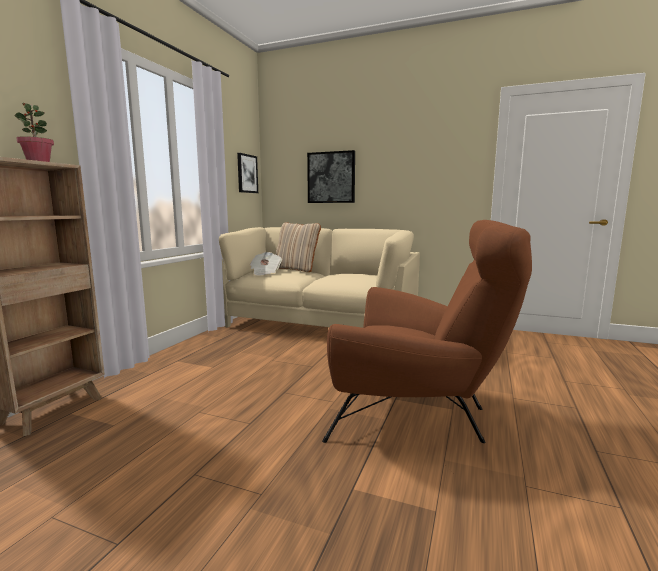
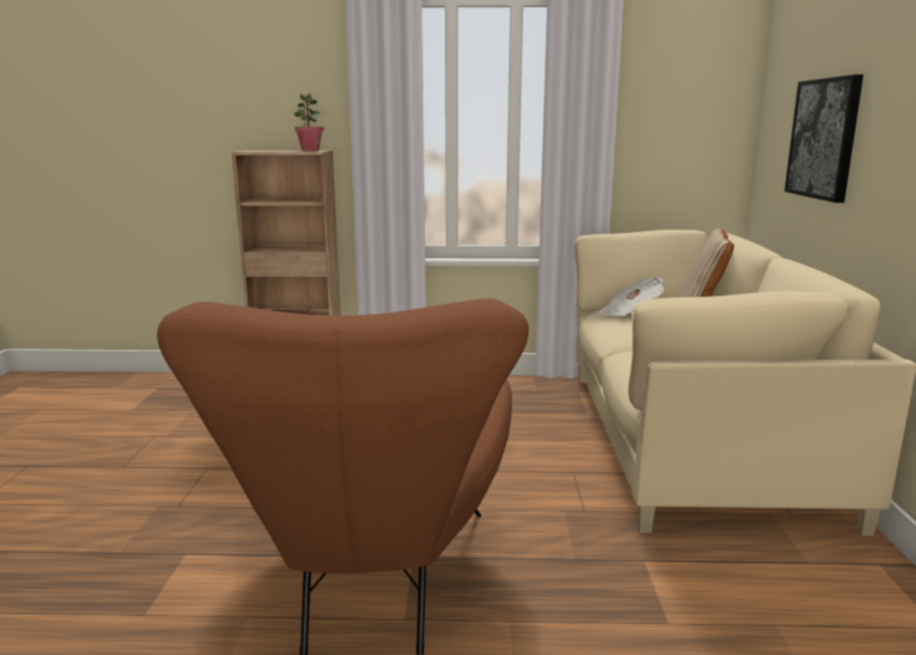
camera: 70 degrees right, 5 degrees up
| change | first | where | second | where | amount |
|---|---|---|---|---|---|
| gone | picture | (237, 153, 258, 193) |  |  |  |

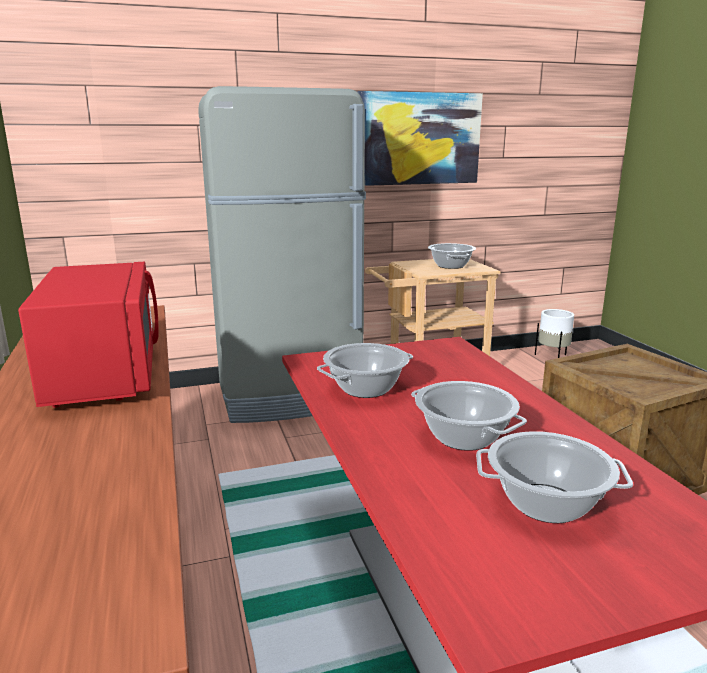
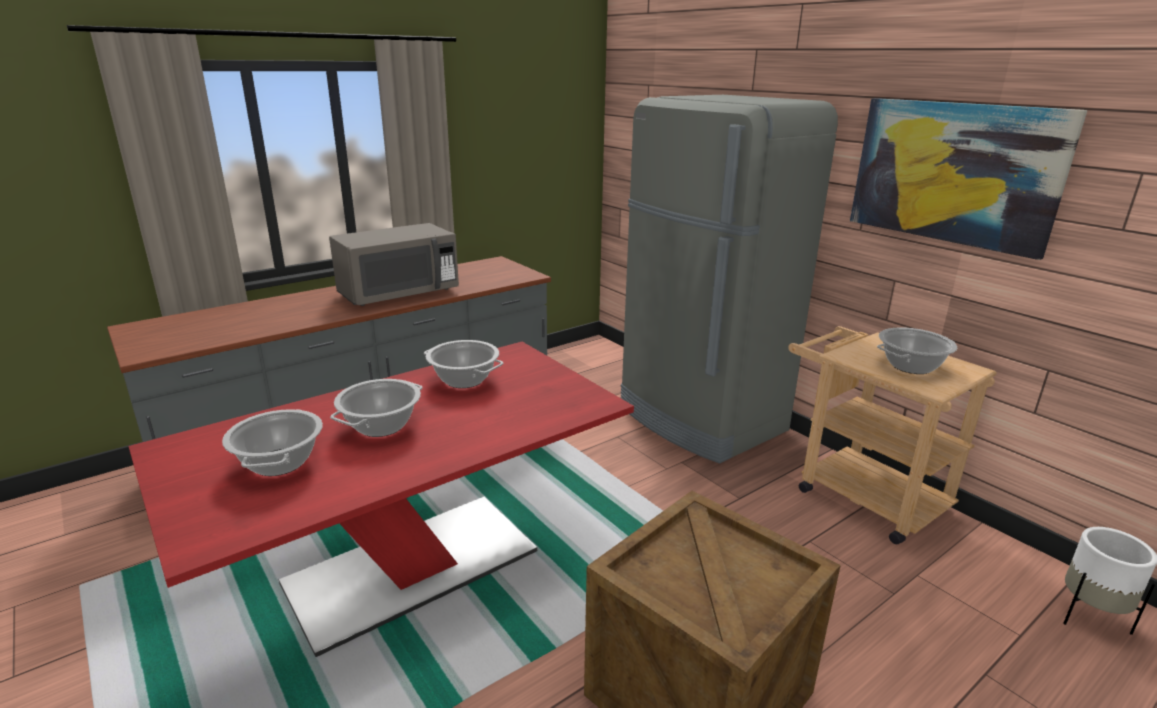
camera: 70 degrees right, 5 degrees up
| change | first | where | second | where | amount |
|---|---|---|---|---|---|
| repainted | red microwave | (18, 262, 159, 408) | grey microwave | (329, 223, 459, 306) |  |

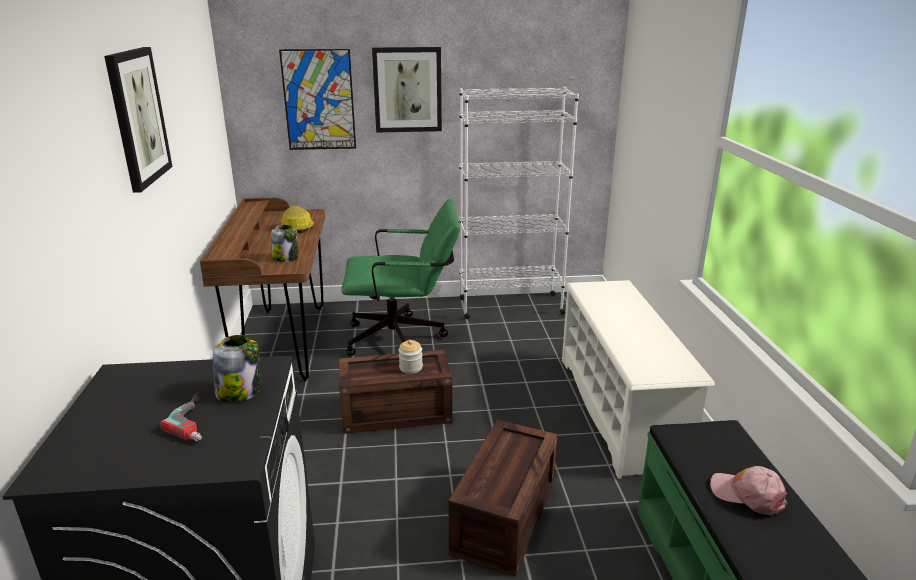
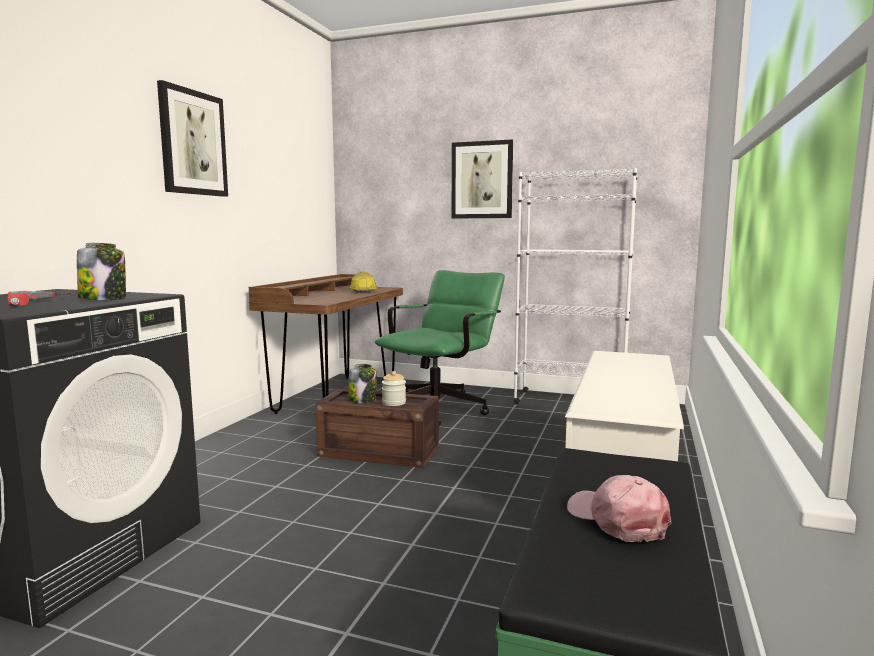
camera: 25 degrees right, 15 degrees down
| change | first | where | second | where | amount |
|---|---|---|---|---|---|
| shifted | jar | (271, 225, 298, 262) |  | (348, 364, 377, 403) |  |
| rotated | green office chair | (341, 199, 460, 357) |  | (375, 270, 505, 426) | 75 degrees counterclockwise |
| gone | picture | (279, 49, 356, 150) |  |  |  |
| gone | crate | (448, 420, 557, 576) |  |  |  |

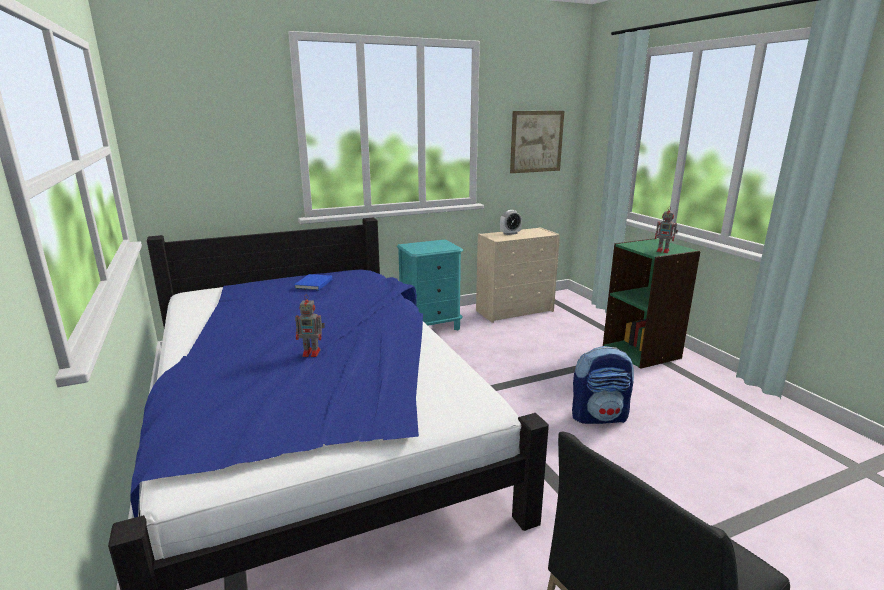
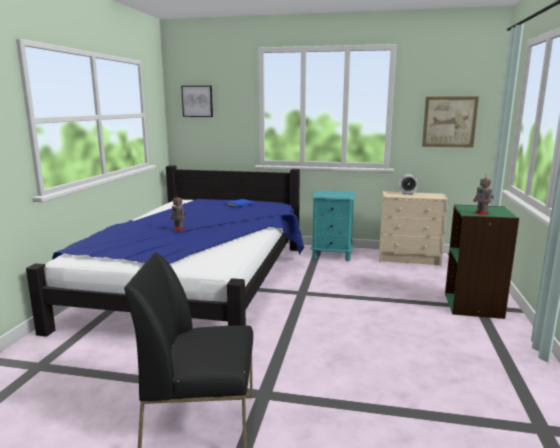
camera: 35 degrees right, 5 degrees down
| change | first | where | second | where | amount |
|---|---|---|---|---|---|
| new |  |  | picture | (181, 86, 213, 117) |  |
| gone | backpack | (572, 346, 634, 424) |  |  |  |

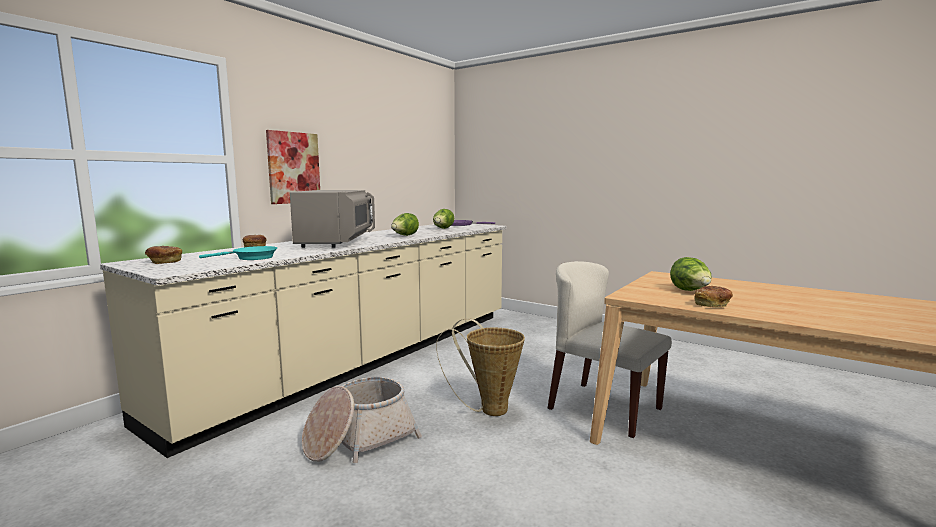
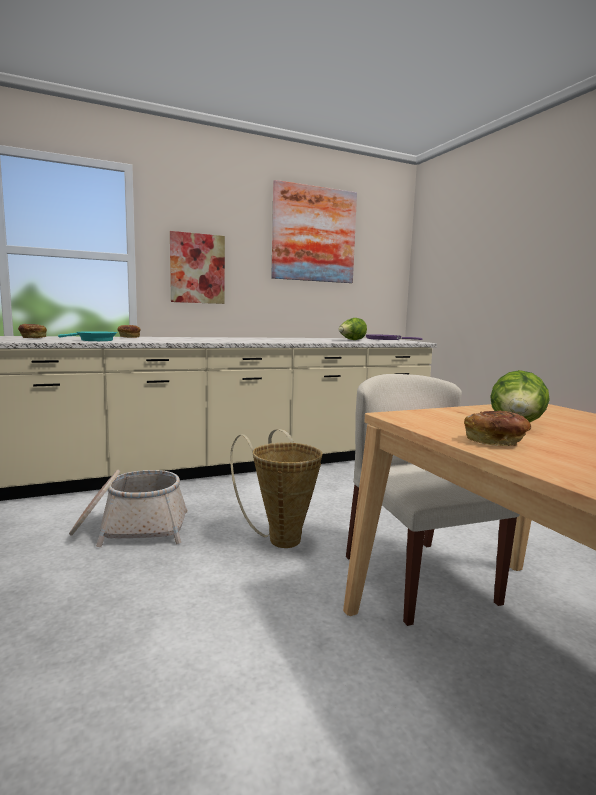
camera: 30 degrees right, 0 degrees up
| change | first | where | second | where | amount |
|---|---|---|---|---|---|
| new |  |  | picture | (271, 180, 357, 283) |  |
| gone | grey microwave | (290, 190, 375, 248) |  |  |  |
| gone | lettuce | (391, 213, 419, 236) |  |  |  |

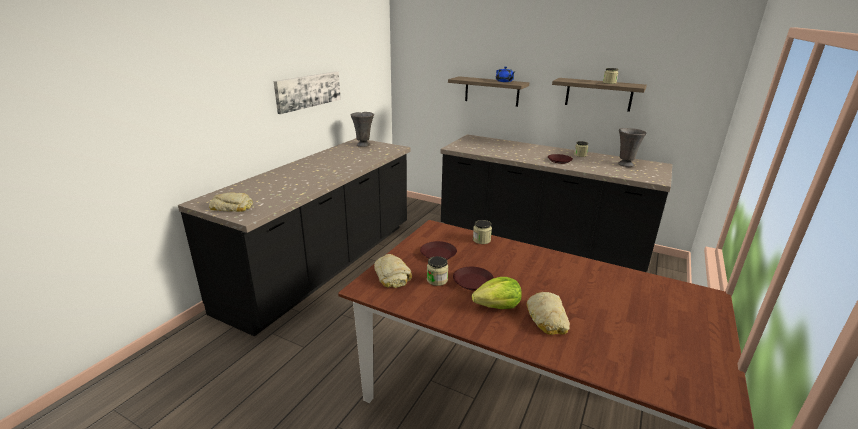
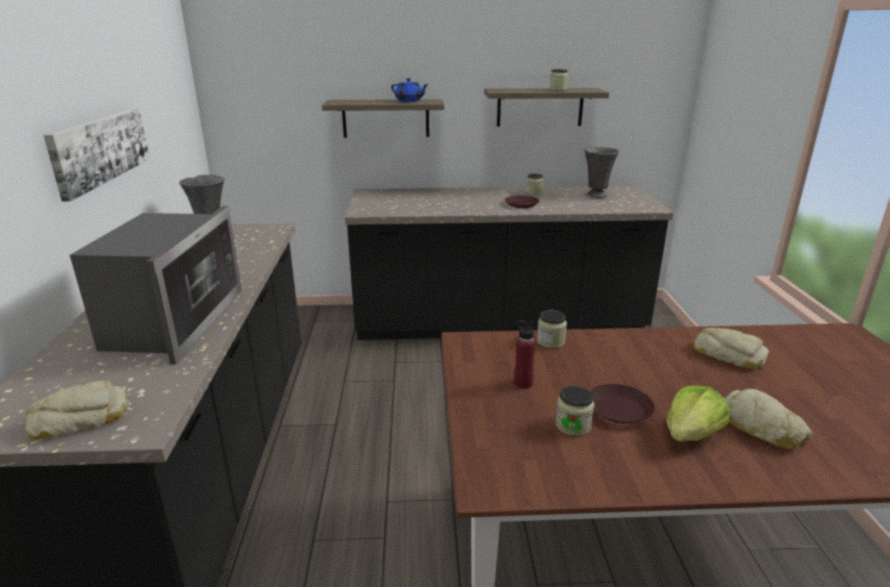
camera: 30 degrees left, 0 degrees up
| change | first | where | second | where | amount |
|---|---|---|---|---|---|
| new |  |  | microwave | (70, 206, 242, 365) |  |
| swapped | brown plate | (420, 241, 457, 260) | red bottle | (514, 320, 536, 389) |  |
| shifted | bread | (374, 254, 412, 288) |  | (694, 328, 769, 369) |  |

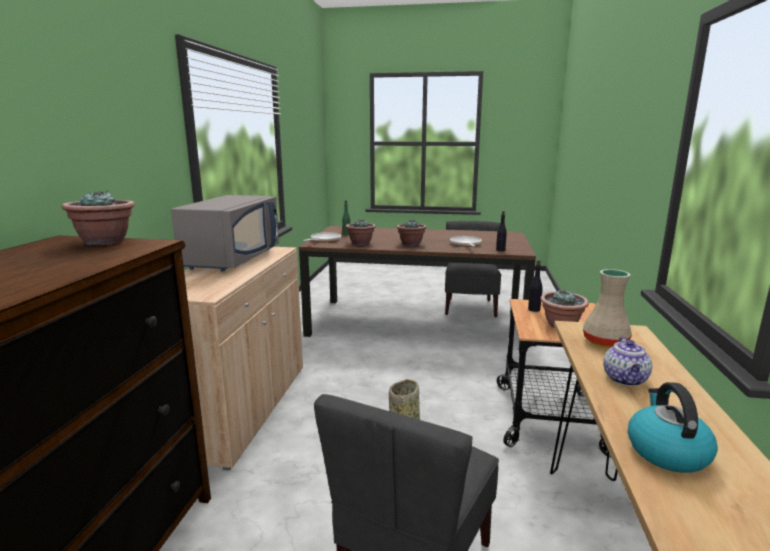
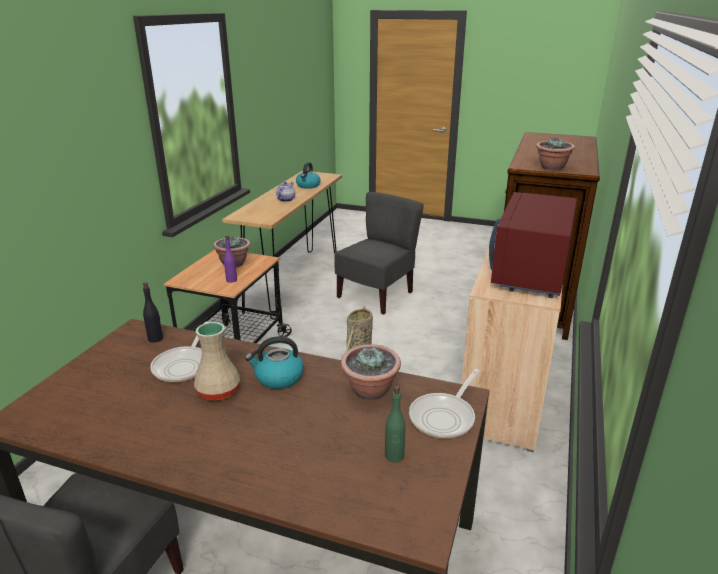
camera: 170 degrees left, 10 degrees up
| change | first | where | second | where | amount |
|---|---|---|---|---|---|
| shifted | beige vase | (583, 269, 632, 348) |  | (194, 322, 240, 401) |  |
| repainted | black bottle | (528, 260, 543, 312) | purple bottle | (224, 236, 237, 283) |  |
| swapped | potted plant | (396, 220, 427, 246) | kettle | (245, 336, 304, 389) |  |
| repainted | grey microwave | (171, 195, 279, 271) | red microwave | (489, 192, 577, 298) |  |

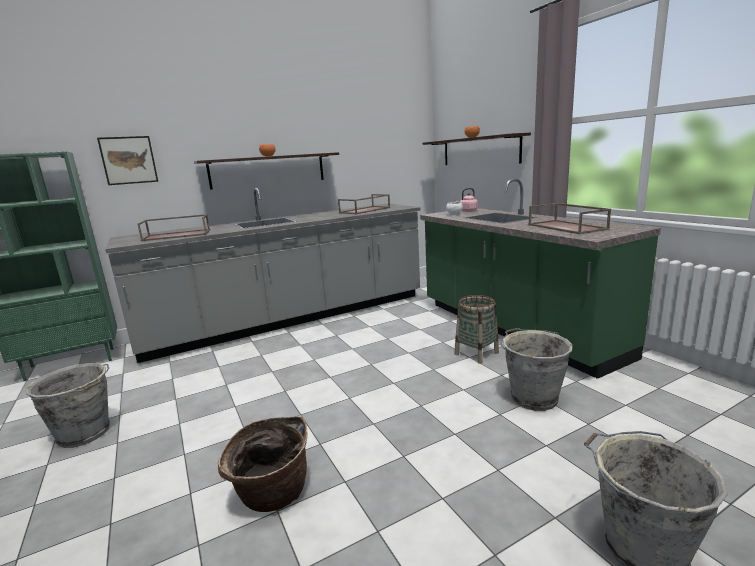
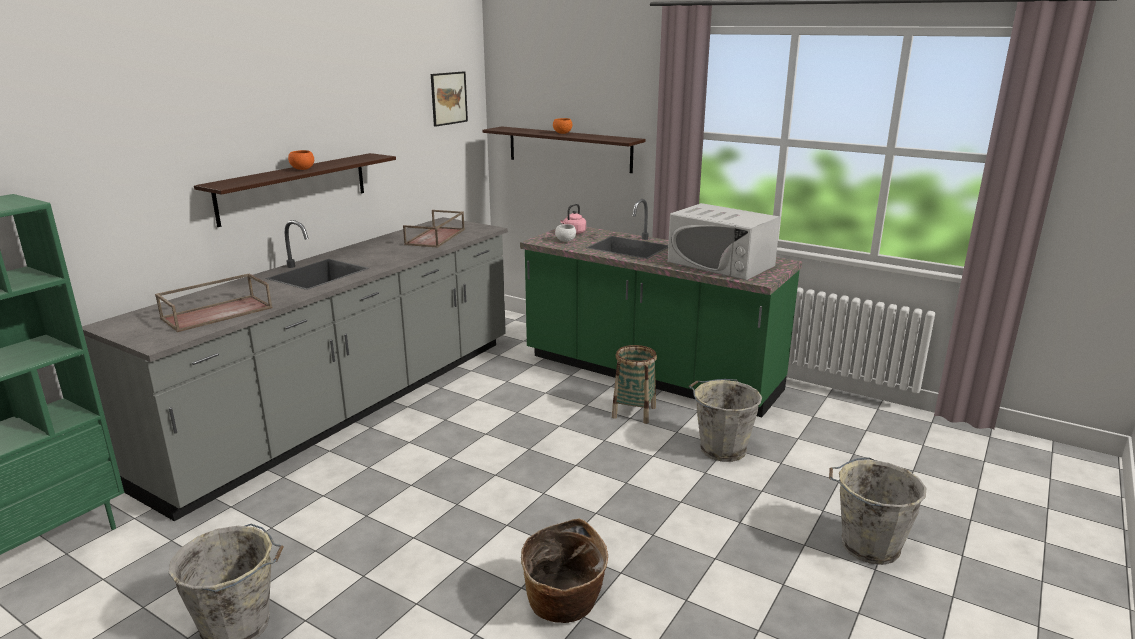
camera: 30 degrees left, 5 degrees up
| change | first | where | second | where | amount |
|---|---|---|---|---|---|
| shifted | picture | (97, 136, 158, 185) |  | (431, 71, 468, 127) |  |
| swapped | brown tray | (528, 203, 611, 234) | white microwave | (668, 203, 780, 280) |  |

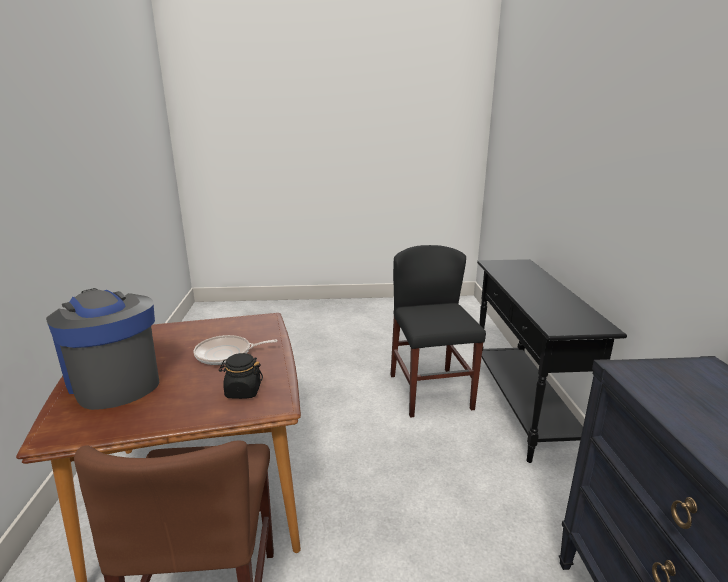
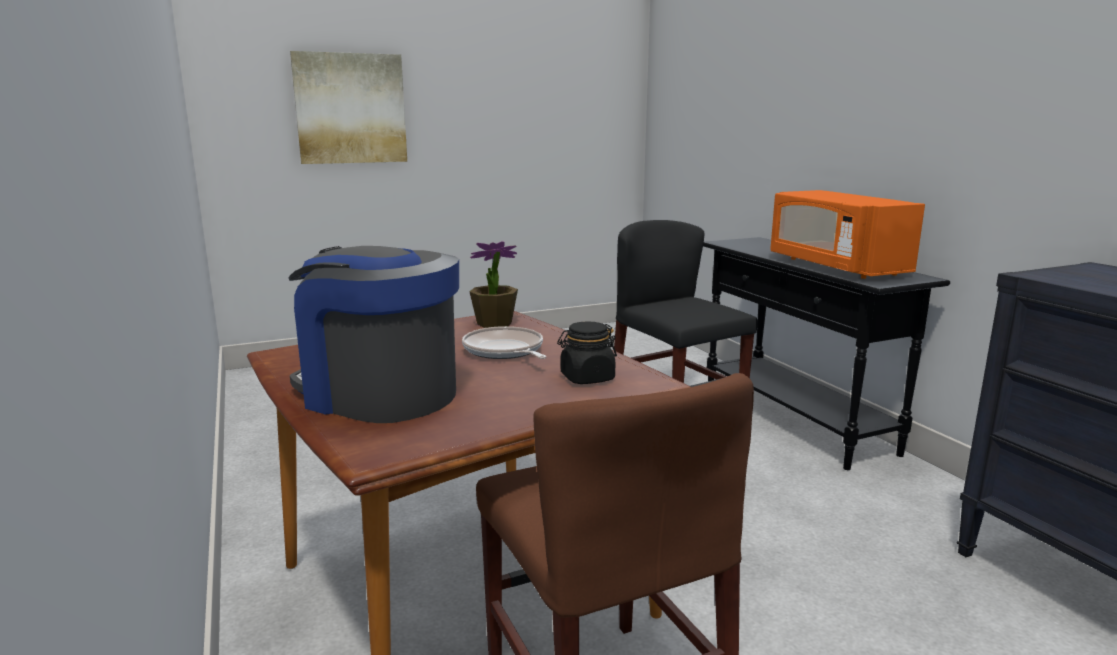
camera: 20 degrees left, 5 degrees down
| change | first | where | second | where | amount |
|---|---|---|---|---|---|
| new |  |  | picture | (290, 51, 407, 164) |  |
| rotated | frying pan | (194, 335, 278, 365) |  | (462, 326, 546, 359) | 90 degrees clockwise |
| new |  |  | potted plant | (469, 241, 518, 328) |  |
| new |  |  | orange microwave | (770, 190, 925, 279) |  |

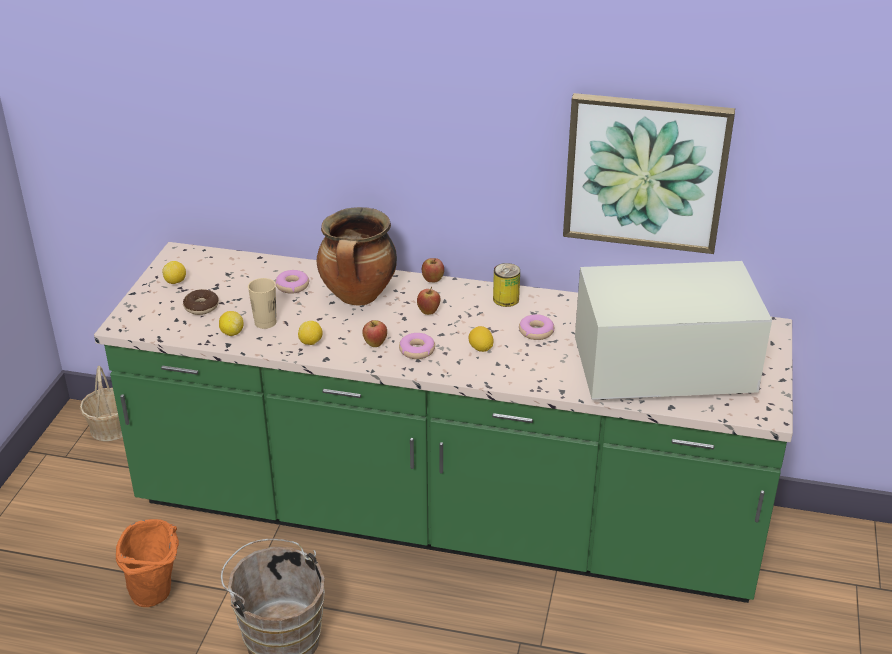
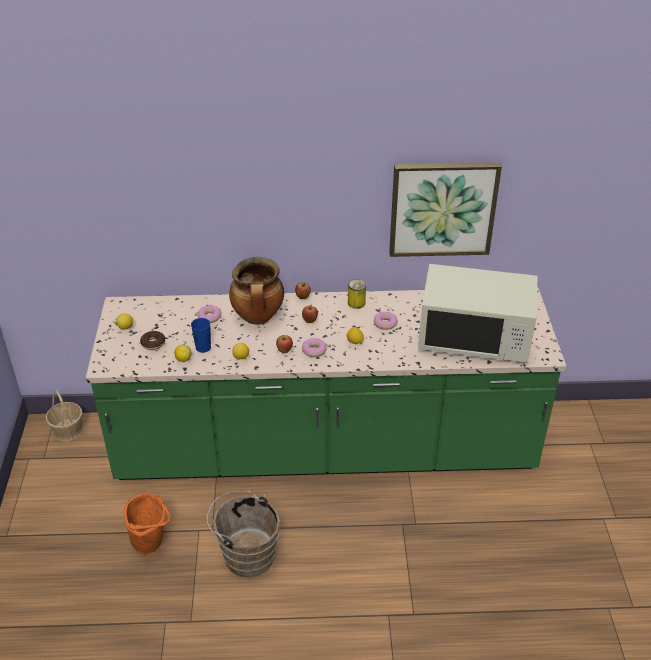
camera: 15 degrees left, 5 degrees up
| change | first | where | second | where | amount |
|---|---|---|---|---|---|
| repainted | beige cup | (248, 278, 277, 329) | blue cup | (191, 318, 211, 353) |  |
| rotated | white microwave | (575, 261, 772, 400) |  | (418, 264, 537, 363) | 150 degrees counterclockwise |

